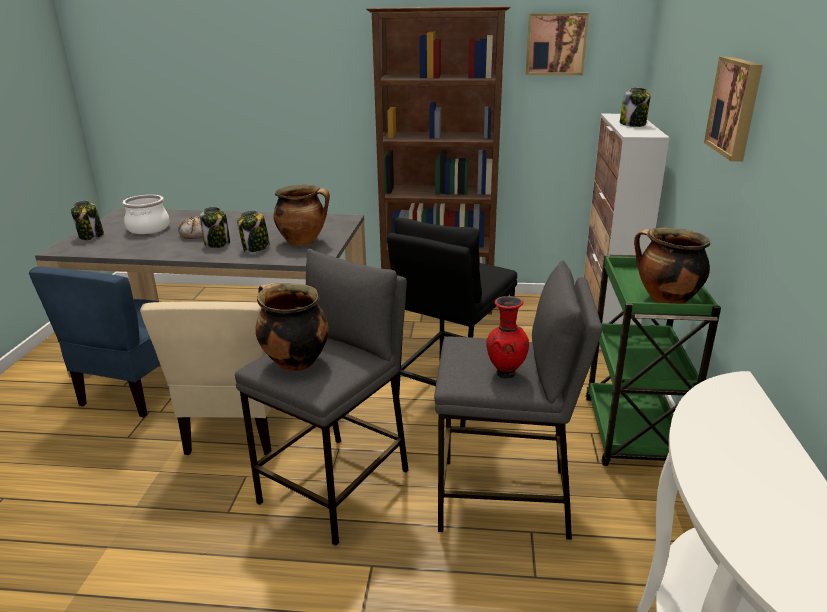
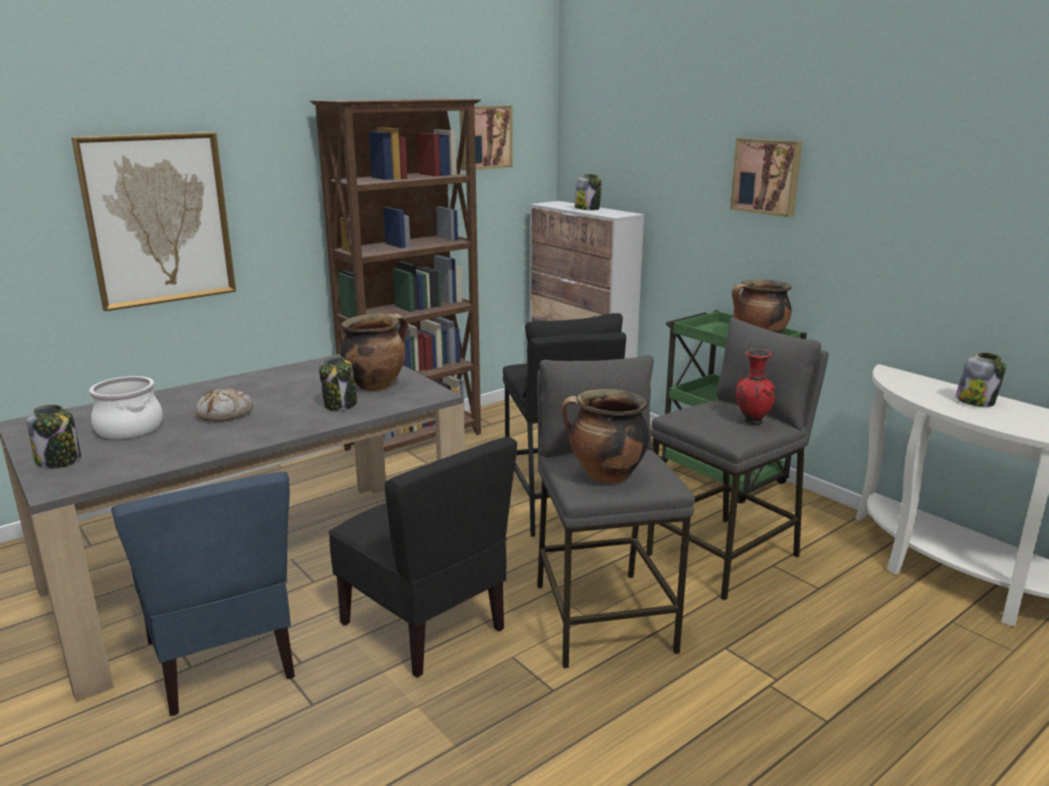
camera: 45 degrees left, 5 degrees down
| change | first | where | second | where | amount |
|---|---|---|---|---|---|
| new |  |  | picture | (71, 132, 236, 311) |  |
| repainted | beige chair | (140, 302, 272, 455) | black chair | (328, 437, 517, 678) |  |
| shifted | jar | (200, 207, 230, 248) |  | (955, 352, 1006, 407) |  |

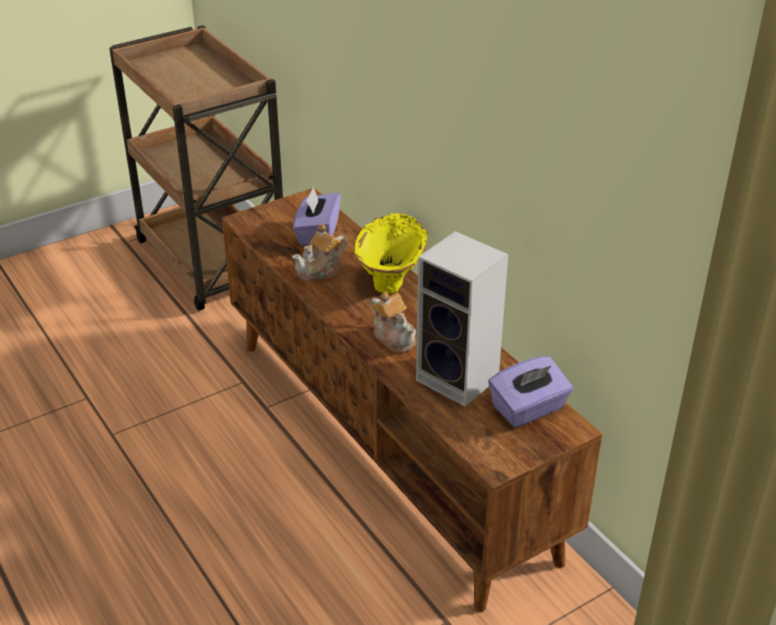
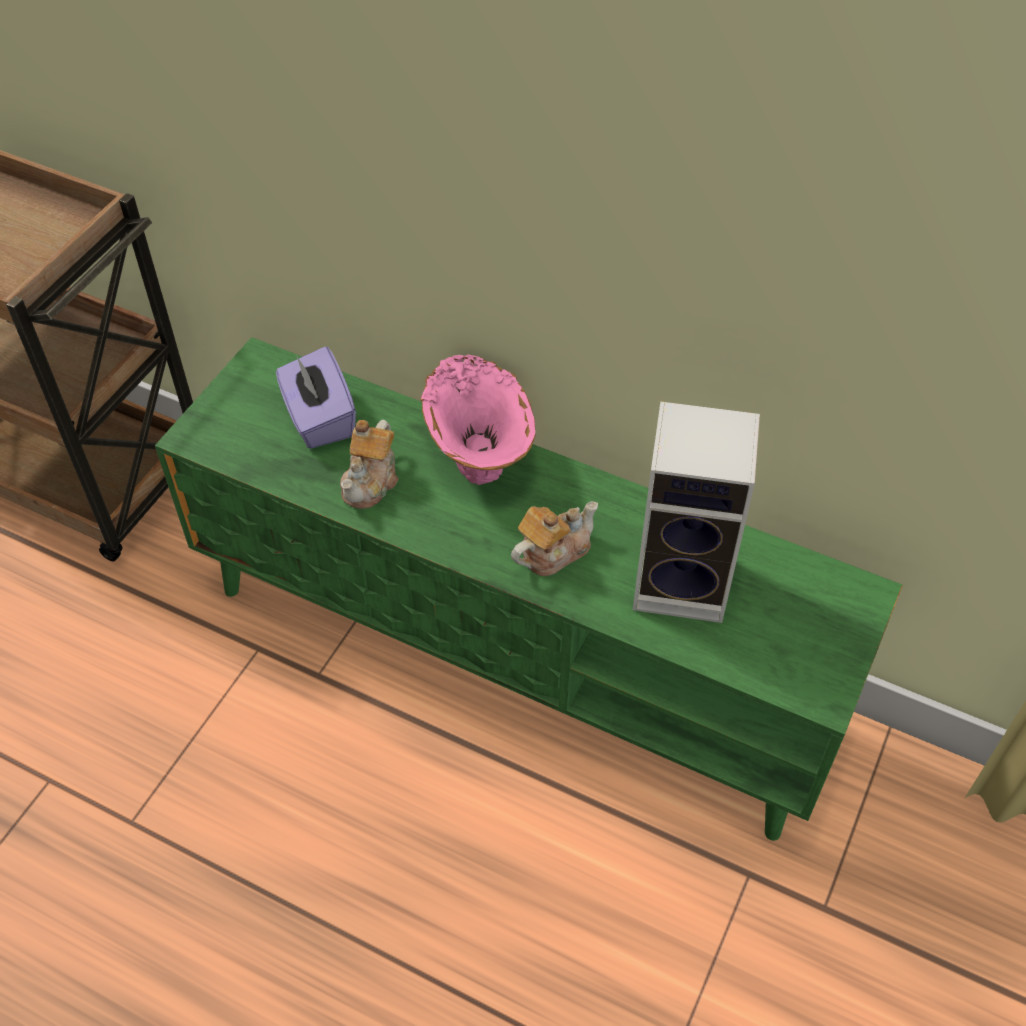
camera: 30 degrees left, 15 degrees up
| change | first | where | second | where | amount |
|---|---|---|---|---|---|
| repainted | brown tv stand | (222, 188, 602, 613) | green tv stand | (155, 337, 903, 841) |  |
| repainted | yellow vase | (354, 213, 428, 294) | pink vase | (420, 355, 536, 485) |  |
| rotated | teapot | (371, 292, 416, 353) |  | (511, 501, 598, 576) | 60 degrees counterclockwise |
| gone | purple tissue box | (488, 356, 573, 427) |  |  |  |

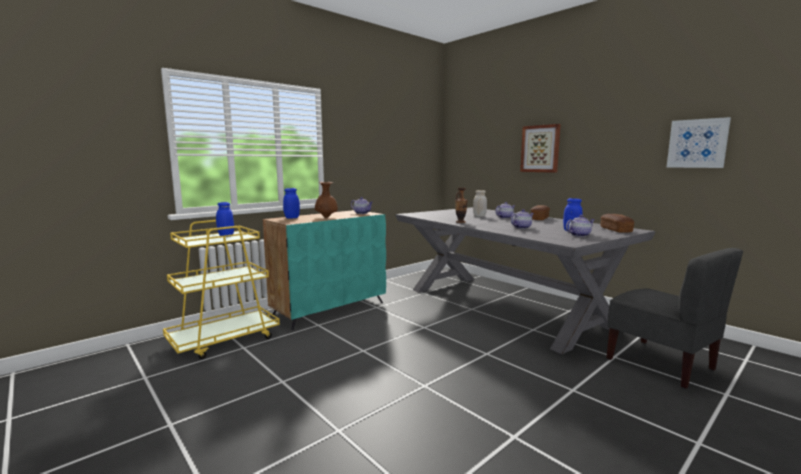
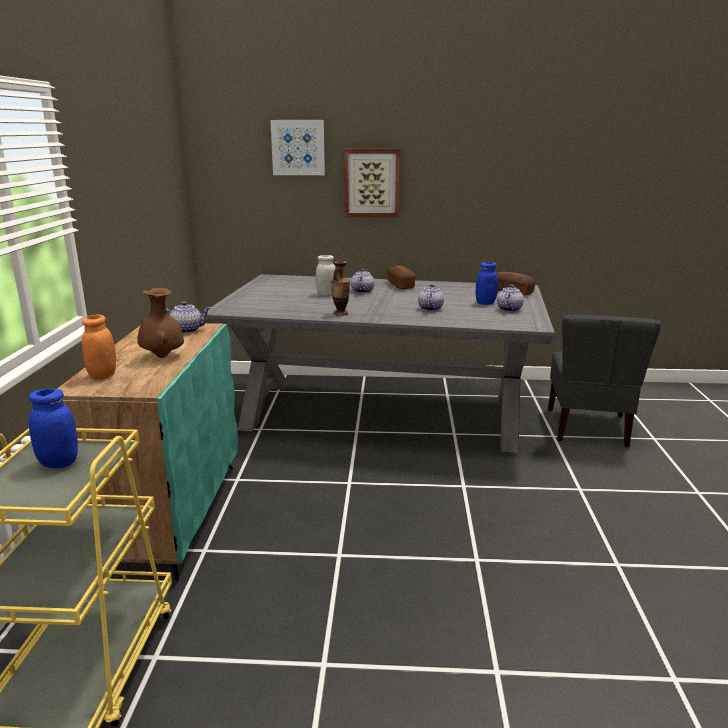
camera: 45 degrees left, 10 degrees up
| change | first | where | second | where | amount |
|---|---|---|---|---|---|
| repainted | blue jar | (283, 188, 300, 219) | orange jar | (82, 314, 116, 380) |  |
| shifted | picture | (667, 117, 731, 168) |  | (270, 120, 325, 175) |  |
| rotated | grey chair | (606, 248, 743, 389) |  | (548, 315, 661, 448) | 90 degrees clockwise |

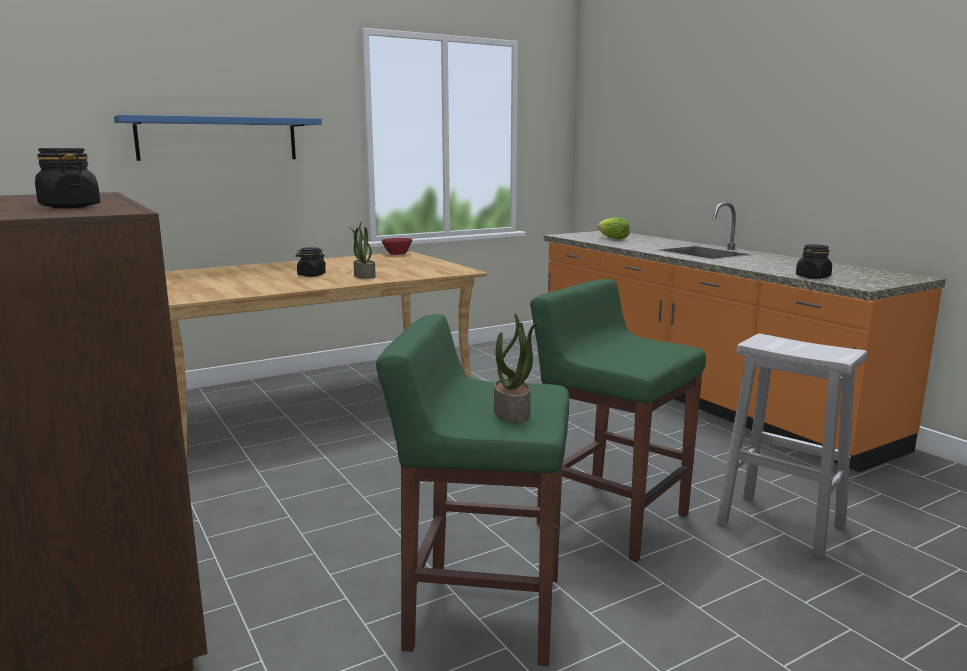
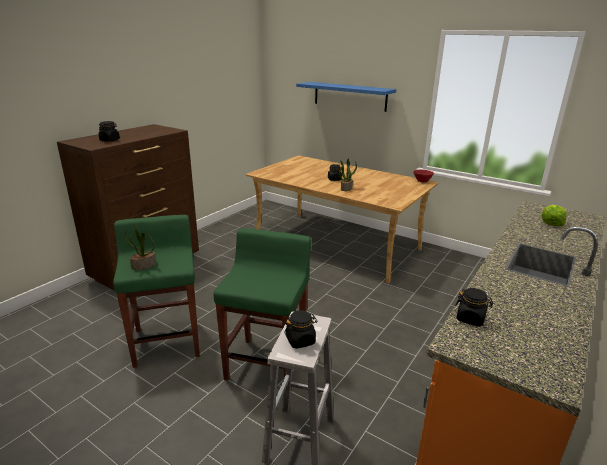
camera: 65 degrees right, 10 degrees up
| change | first | where | second | where | amount |
|---|---|---|---|---|---|
| new |  |  | black jar | (284, 310, 318, 349) |  |

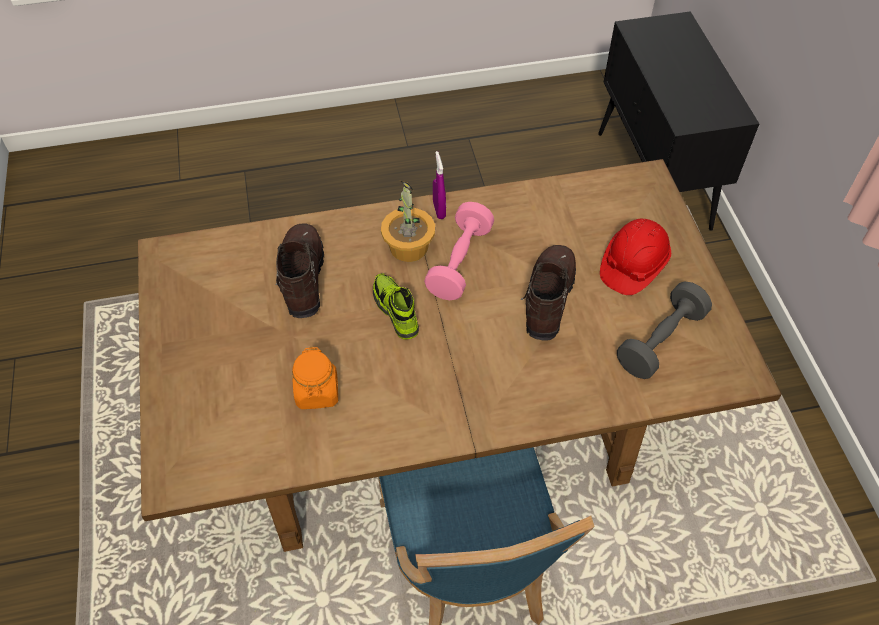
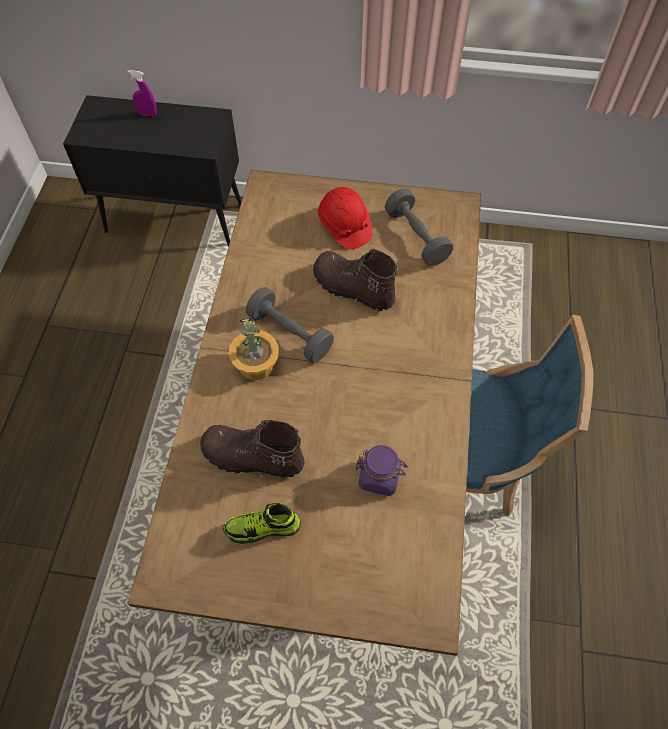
camera: 70 degrees left, 5 degrees up
| change | first | where | second | where | amount |
|---|---|---|---|---|---|
| shifted | purple spray bottle | (433, 151, 446, 219) |  | (127, 70, 157, 116) |  |
| shifted | shoe | (373, 273, 419, 340) |  | (223, 503, 301, 544) |  |
| repainted | pink dumbbell | (424, 202, 494, 300) | grey dumbbell | (246, 287, 334, 363) |  |
| repainted | orange jar | (292, 347, 338, 409) | purple jar | (356, 445, 408, 496) |  |

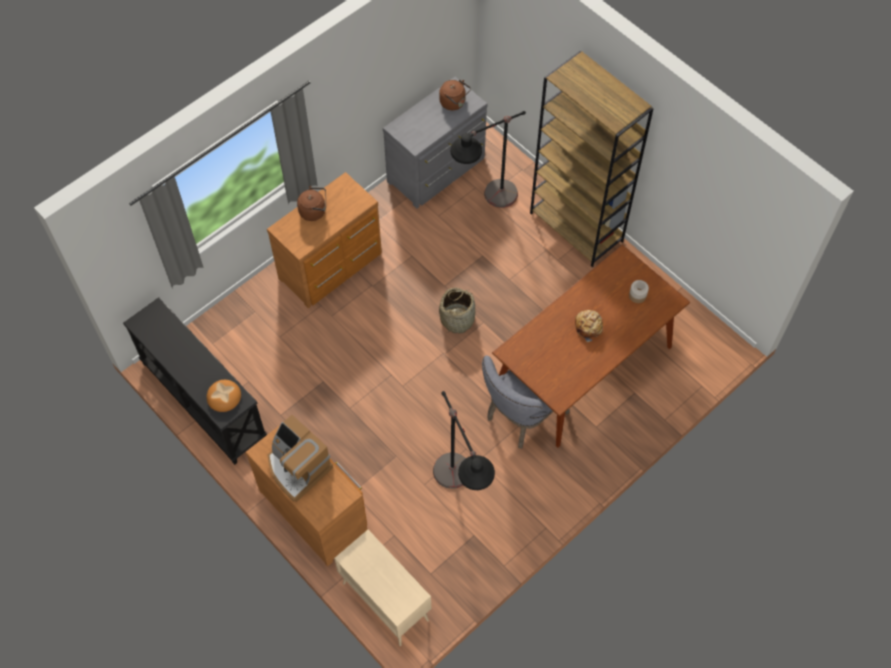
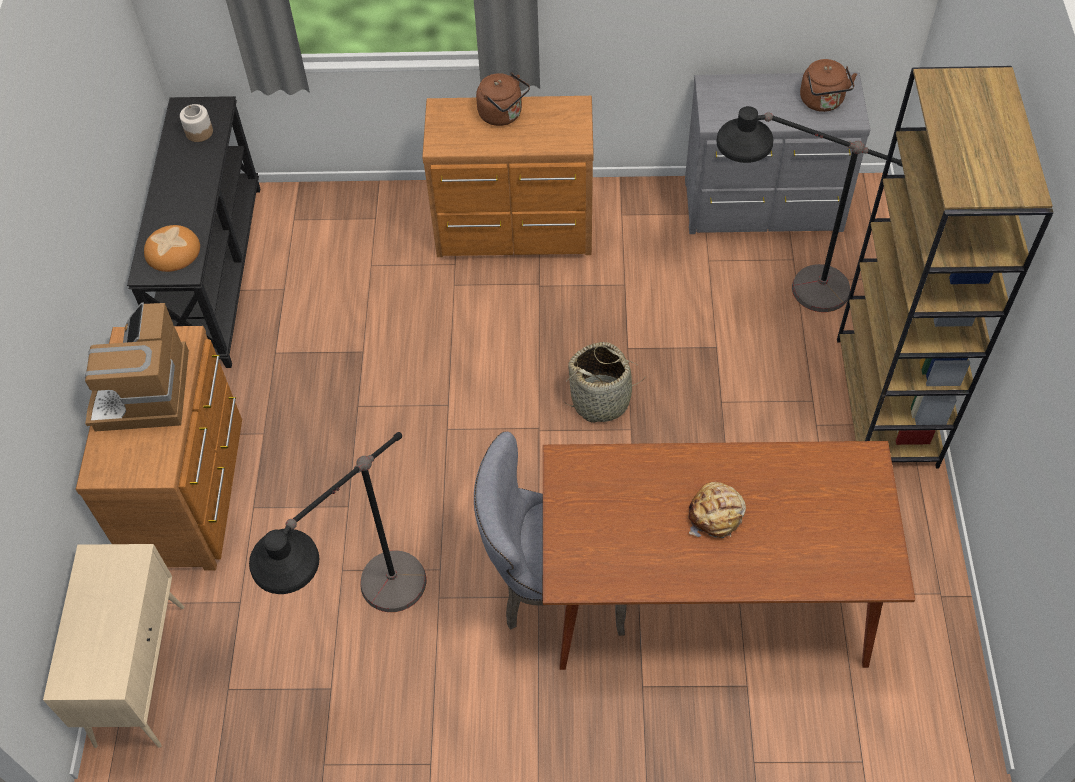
camera: 45 degrees right, 5 degrees down
| change | first | where | second | where | amount |
|---|---|---|---|---|---|
| shifted | jar | (629, 280, 649, 303) |  | (180, 104, 213, 142) |  |

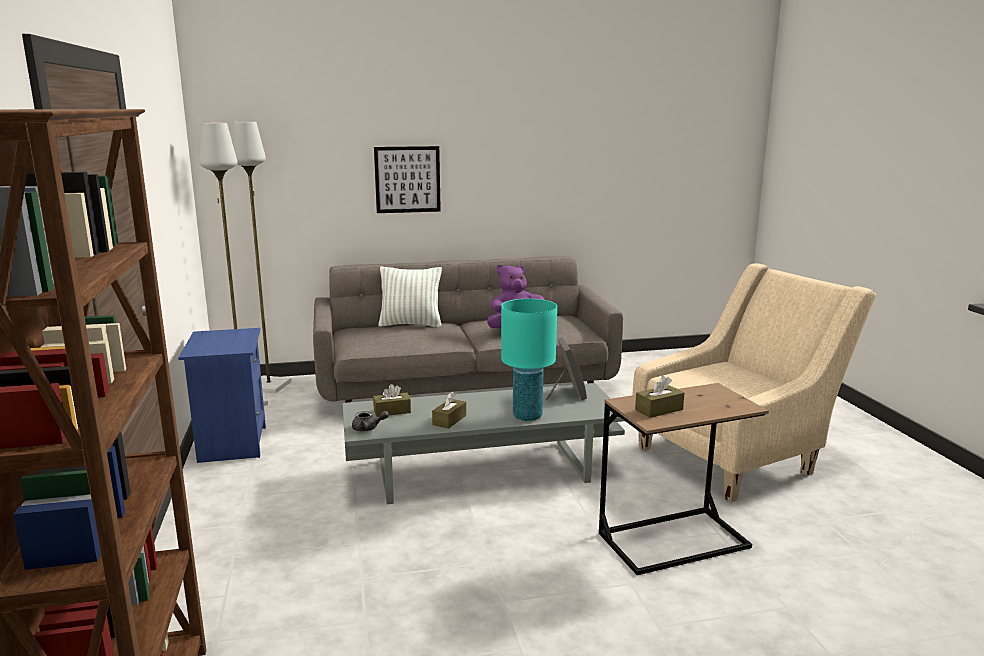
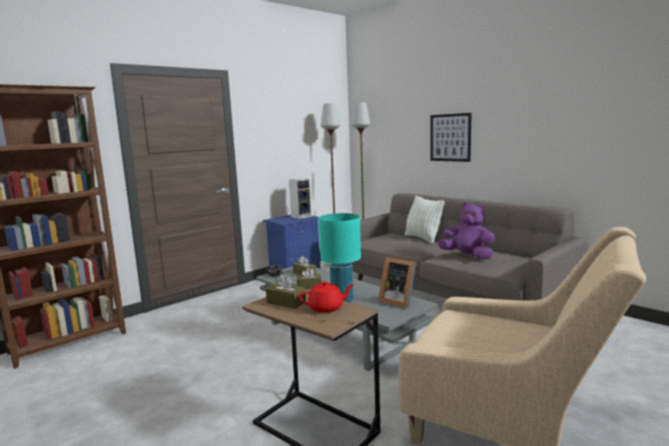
camera: 60 degrees right, 5 degrees down
| change | first | where | second | where | amount |
|---|---|---|---|---|---|
| new |  |  | speaker | (289, 178, 312, 219) |  |
| new |  |  | red teapot | (299, 281, 354, 313) |  |
| rotated | picture frame | (546, 337, 587, 400) |  | (379, 257, 416, 308) | 75 degrees clockwise |

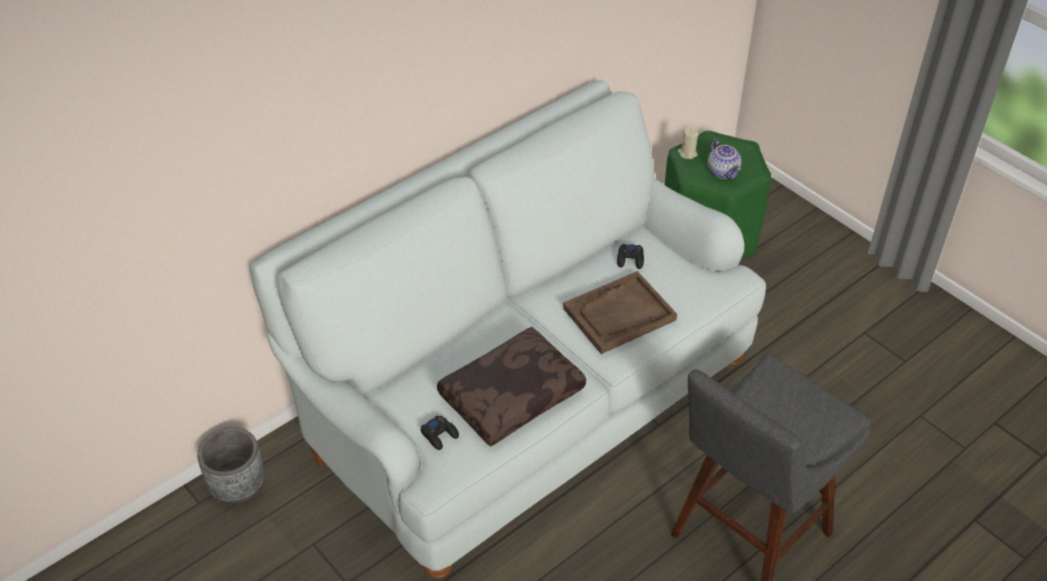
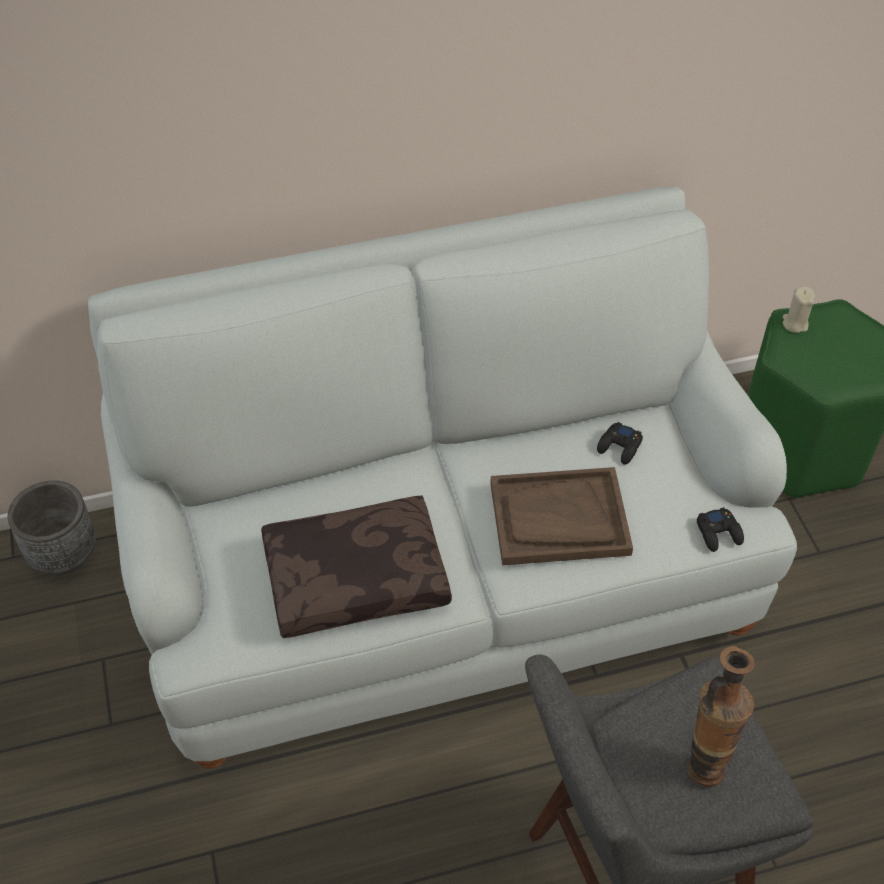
camera: 25 degrees right, 5 degrees up
| change | first | where | second | where | amount |
|---|---|---|---|---|---|
| new |  |  | vase | (687, 646, 755, 787) |  |
| shifted | black game controller | (421, 415, 459, 450) |  | (697, 507, 744, 552) |  |
| gone | teapot | (708, 139, 741, 179) |  |  |  |

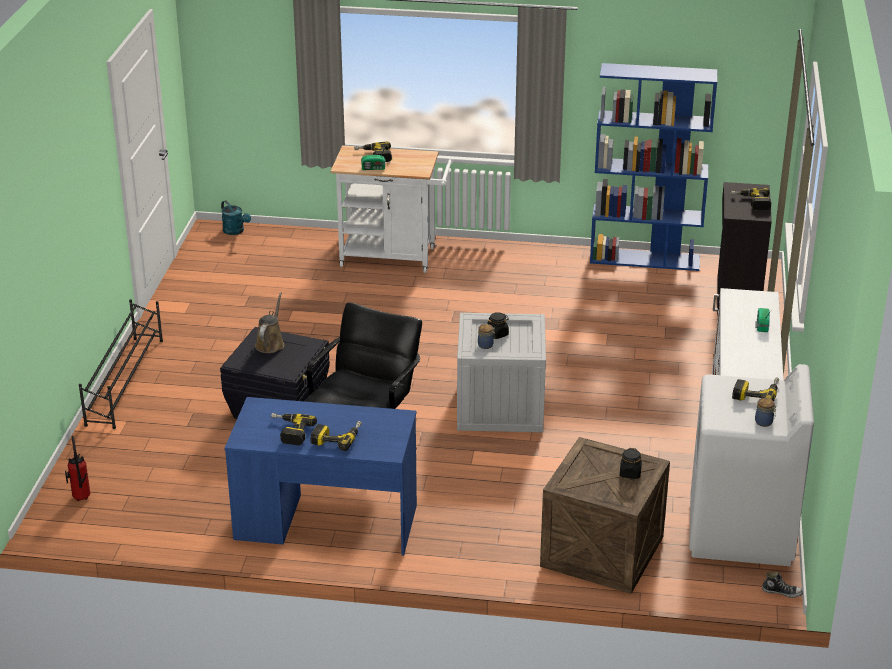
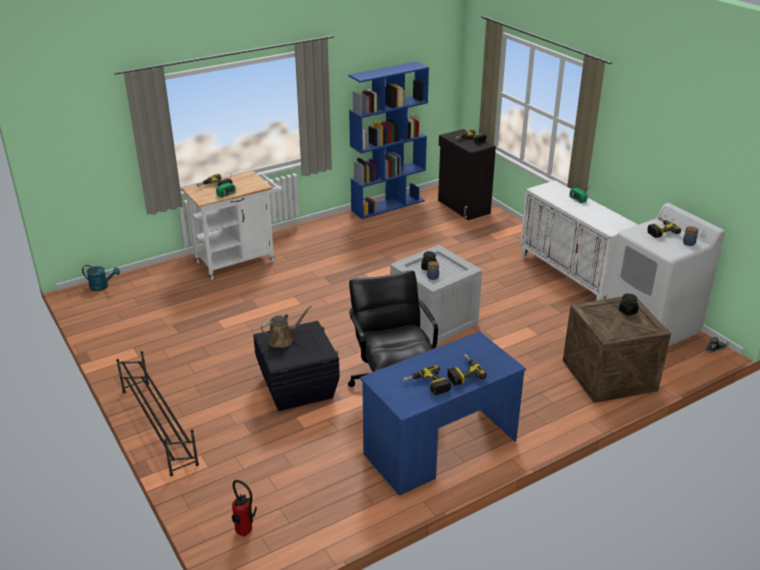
camera: 40 degrees left, 0 degrees up
| change | first | where | second | where | amount |
|---|---|---|---|---|---|
| rotated | brown watering can | (255, 293, 284, 353) |  | (261, 306, 312, 348) | 90 degrees clockwise |

